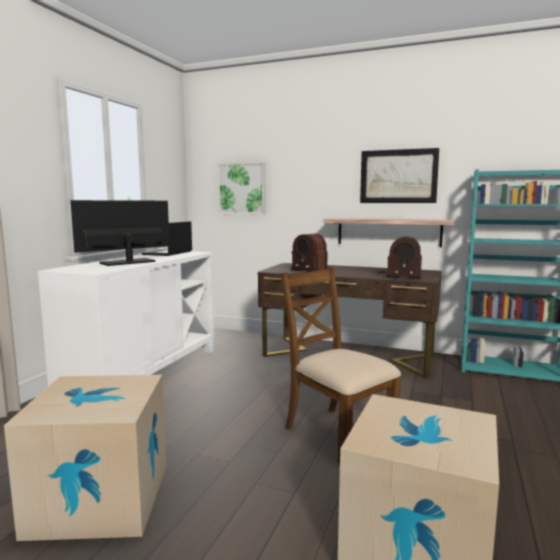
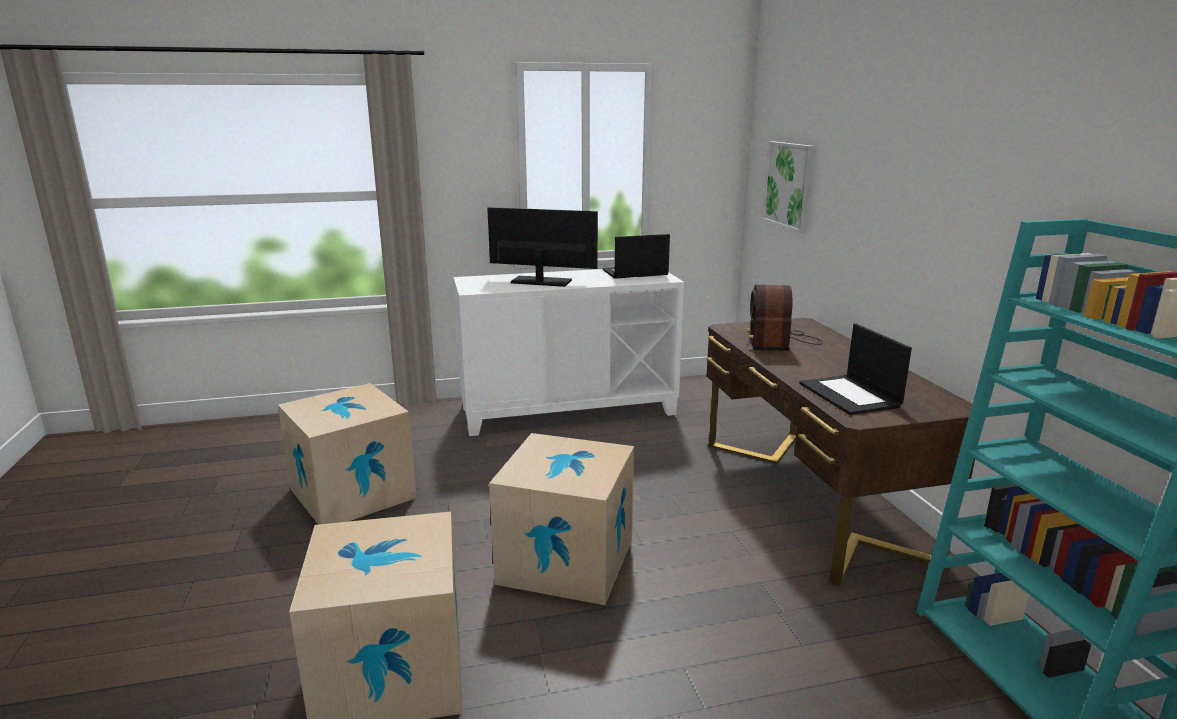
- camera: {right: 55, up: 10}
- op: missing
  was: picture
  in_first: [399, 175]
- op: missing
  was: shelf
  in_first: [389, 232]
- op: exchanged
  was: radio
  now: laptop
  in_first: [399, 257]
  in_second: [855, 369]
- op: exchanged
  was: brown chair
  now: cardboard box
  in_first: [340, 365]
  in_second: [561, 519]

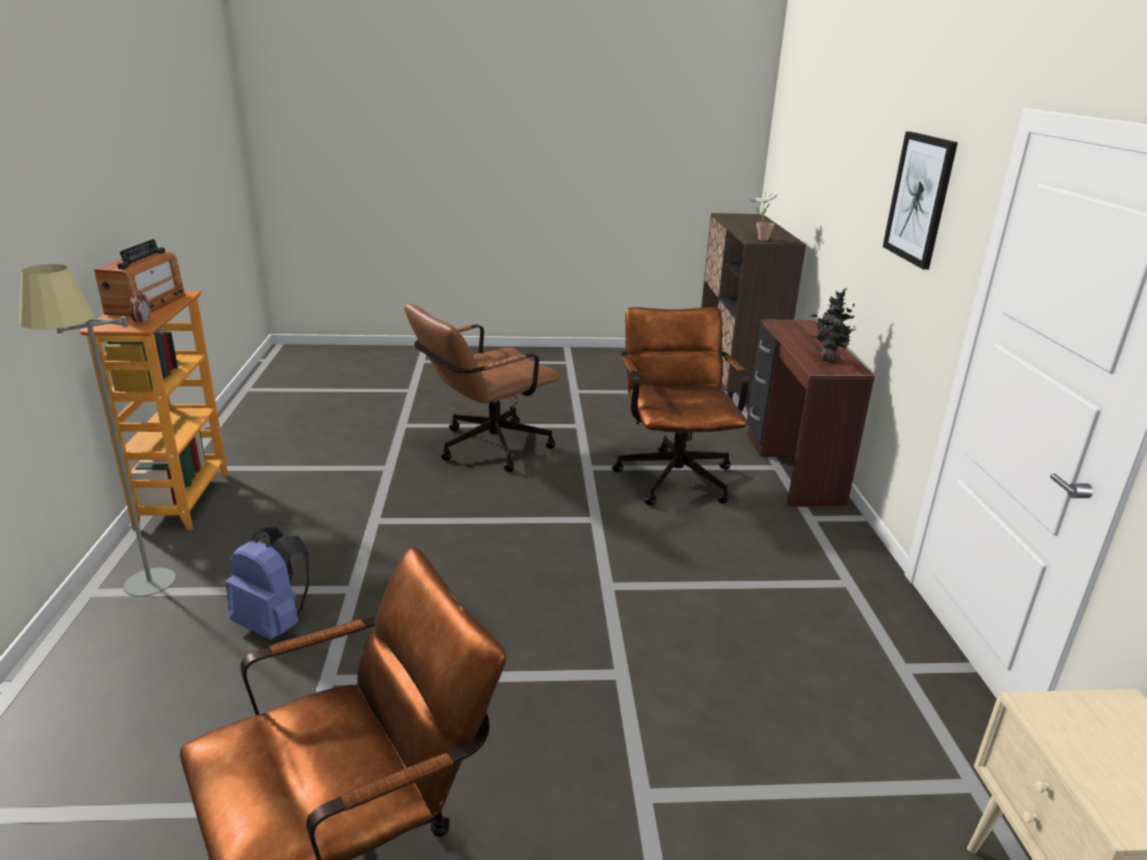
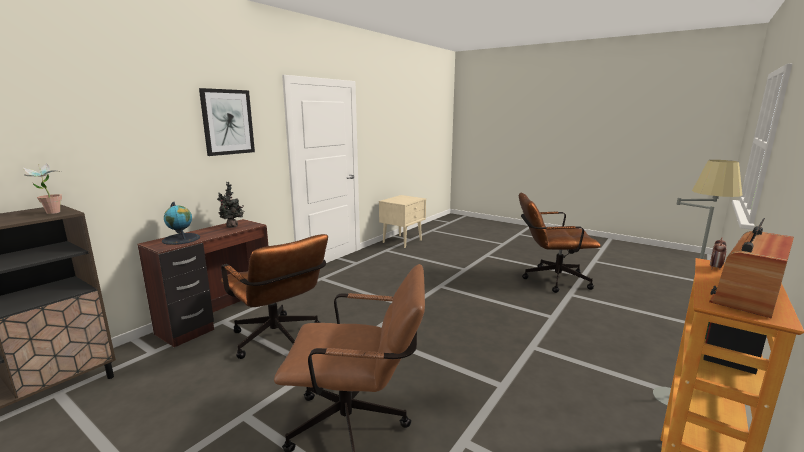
- camera: {right: -140, up: -10}
- op: spun
  was: brown office chair
  in_first: [680, 406]
  in_second: [274, 296]
  clockwise: -75
- op: missing
  was: blue backpack
  in_first: [267, 583]
- op: appeared
  now: globe
  in_second: [181, 223]

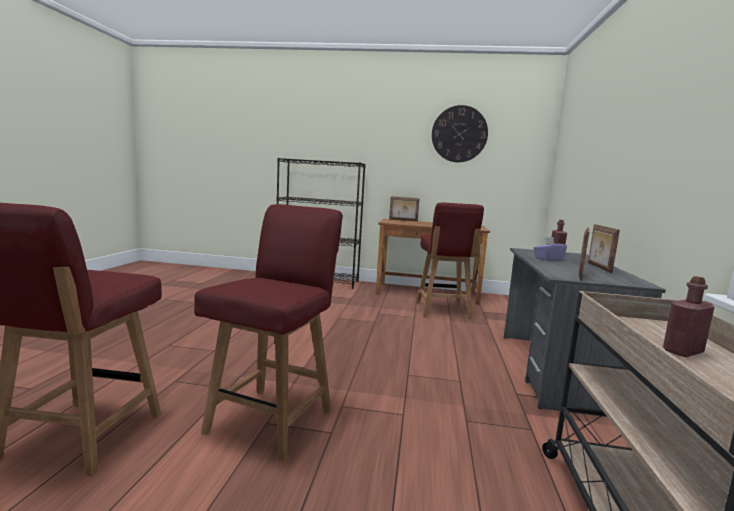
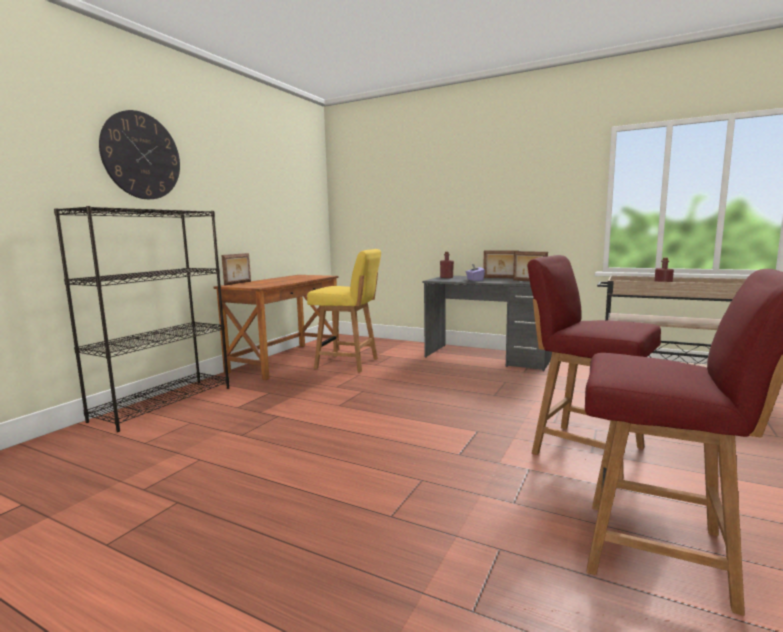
- camera: {right: -70, up: 0}
- op: relocated
  was: wall clock
  in_first: [460, 133]
  in_second: [139, 154]
- op: colour
  was: red chair
  now: yellow chair
  in_first: [450, 261]
  in_second: [344, 310]

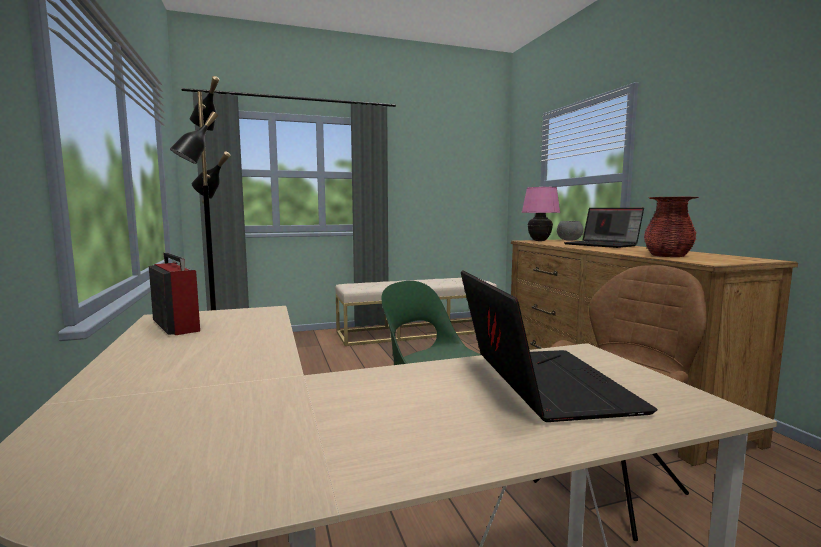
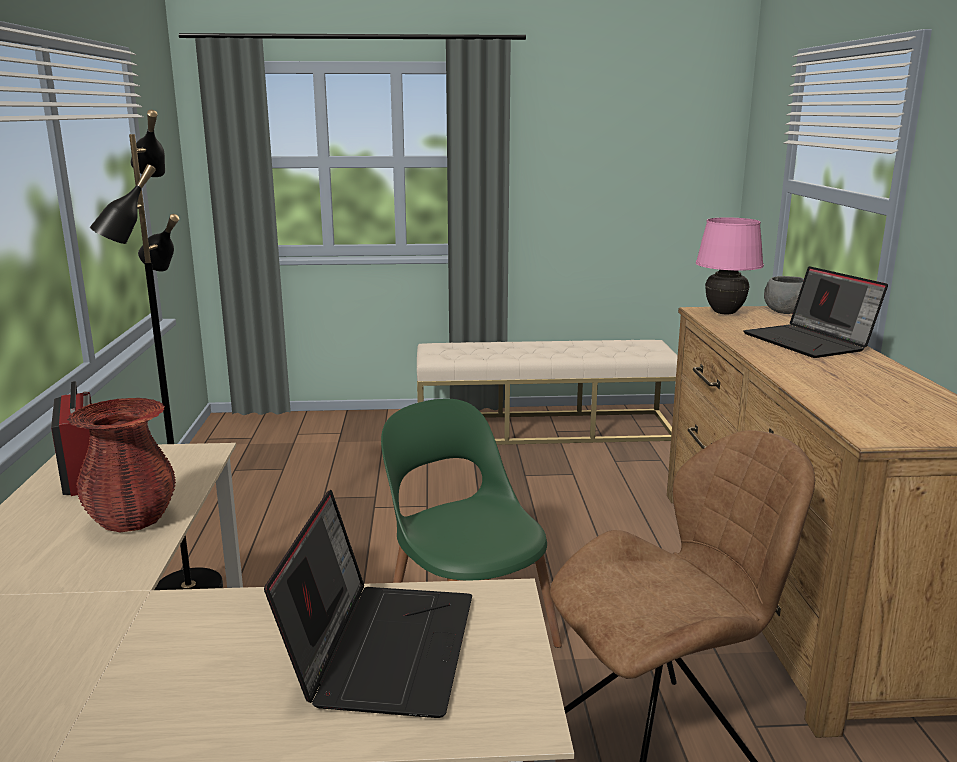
- camera: {right: 15, up: 10}
- op: relocated
  was: red vase
  in_first: [671, 227]
  in_second: [121, 465]

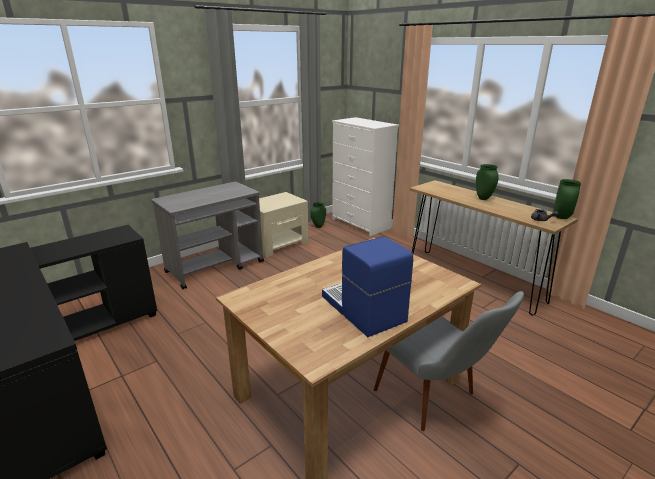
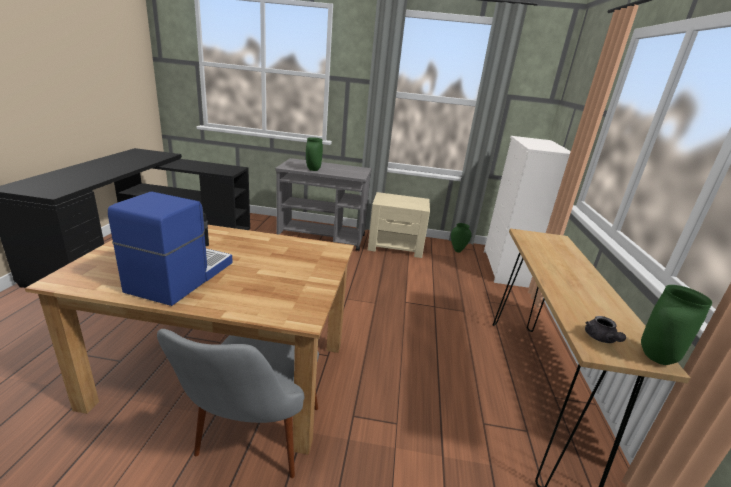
- camera: {right: 45, up: 0}
- op: relocated
  was: green vase
  in_first: [487, 182]
  in_second: [314, 154]

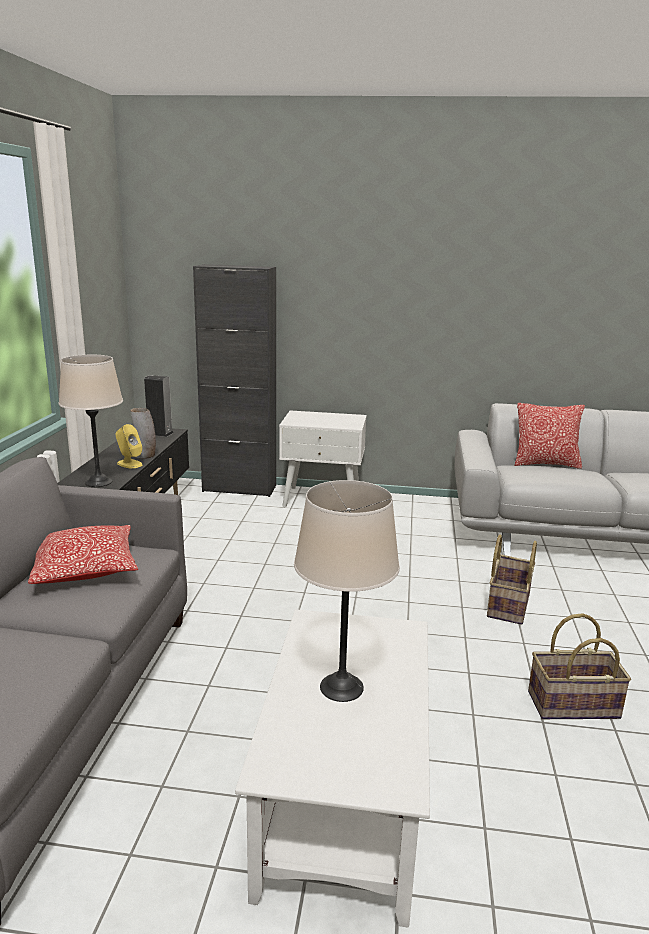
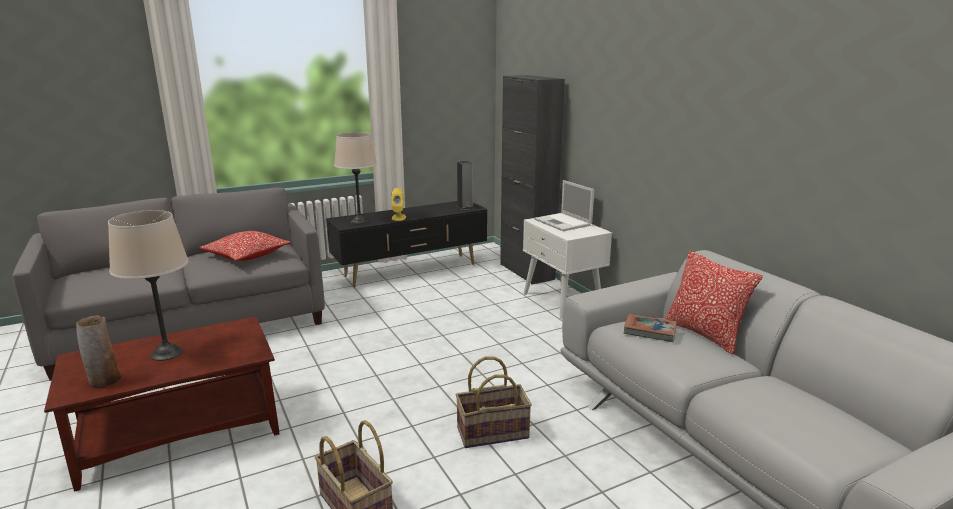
- camera: {right: 55, up: 0}
- op: relocated
  was: vase
  in_first: [143, 433]
  in_second: [98, 351]
- op: colour
  was: white coffee table
  now: brown coffee table
  in_first: [332, 768]
  in_second: [162, 404]
- op: appeared
  now: laptop
  in_second: [564, 205]
- op: appeared
  now: book
  in_second: [650, 328]

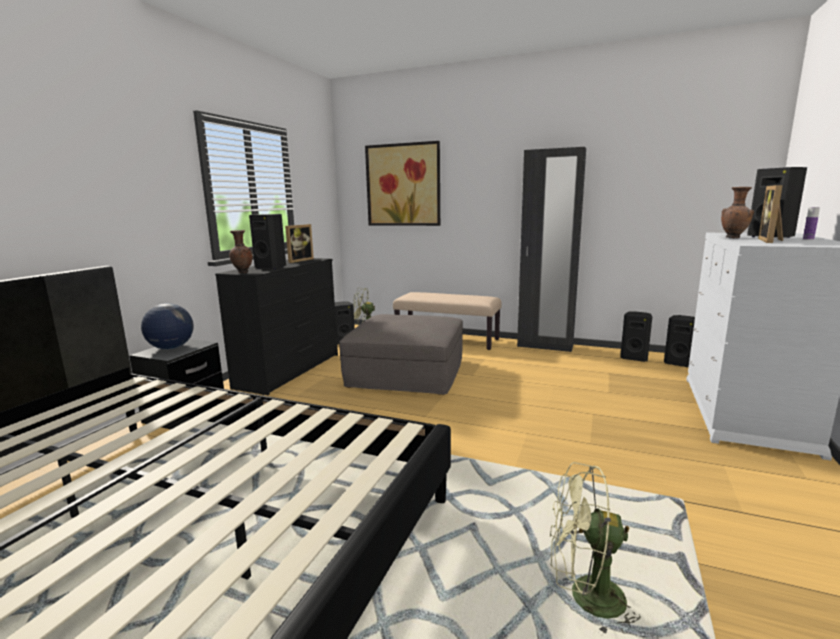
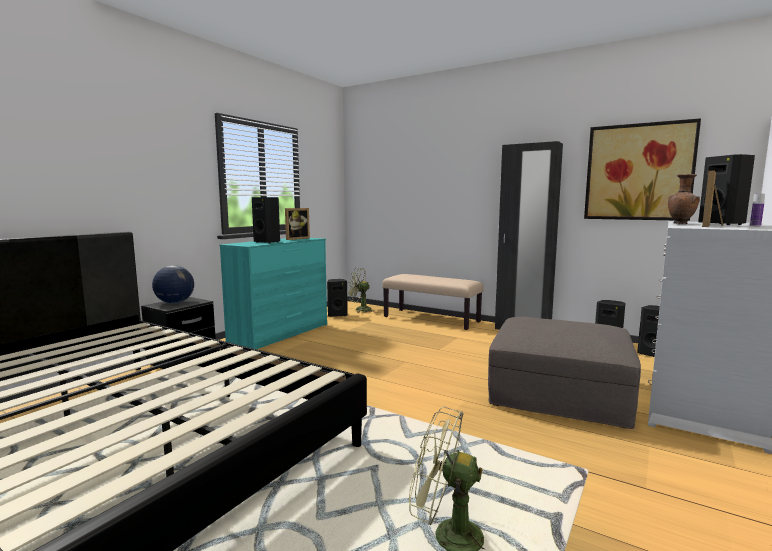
- camera: {right: 10, up: -5}
- op: relocated
  was: picture
  in_first: [402, 183]
  in_second: [642, 169]
- op: missing
  was: brown vase
  in_first: [241, 251]
- op: colour
  was: black dresser
  now: turquoise dresser
  in_first: [276, 326]
  in_second: [273, 293]
- op: relocated
  was: grey ottoman
  in_first: [401, 354]
  in_second: [564, 373]

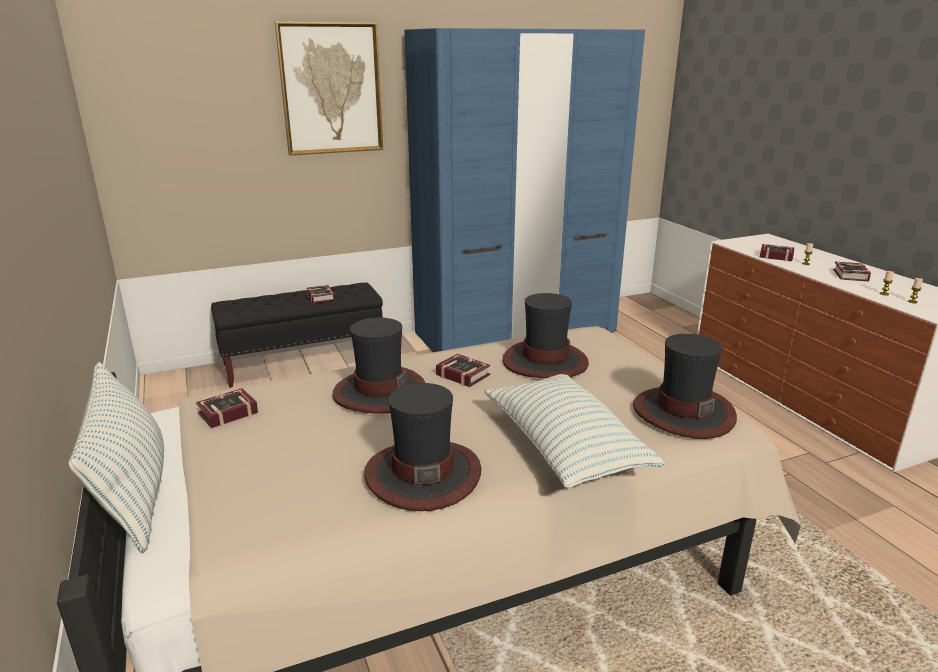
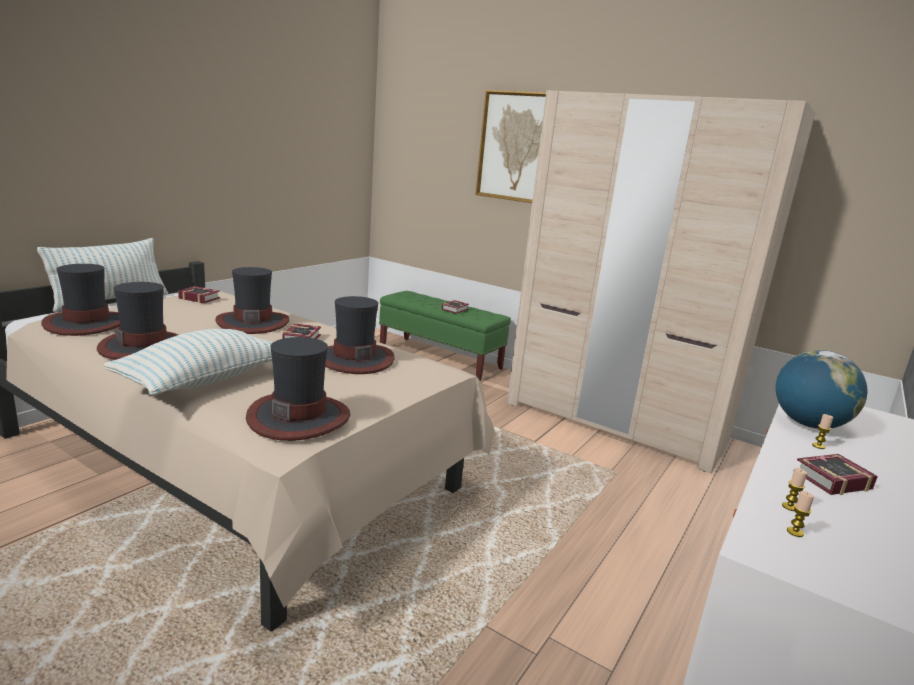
- camera: {right: 55, up: -5}
- op: colour
  was: blue wardrobe
  now: beige wardrobe
  in_first: [524, 190]
  in_second: [661, 281]
- op: exchanged
  was: book
  now: globe
  in_first: [776, 252]
  in_second: [821, 389]
- op: colour
  was: black bench
  now: green bench
  in_first: [297, 335]
  in_second: [445, 336]
- op: appeared
  now: hat
  in_second: [81, 300]

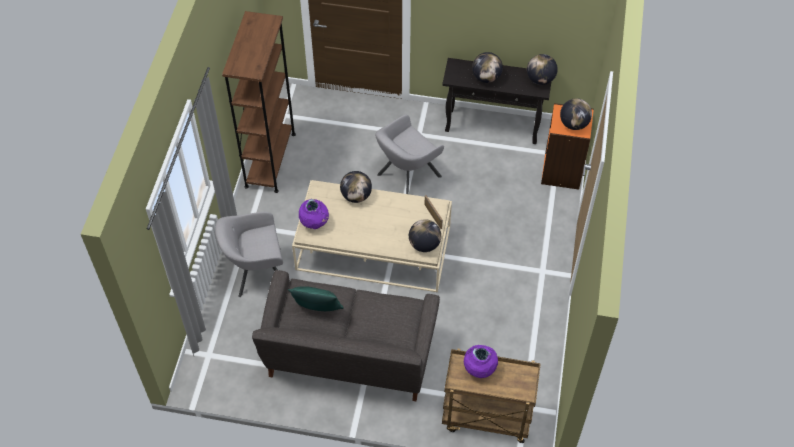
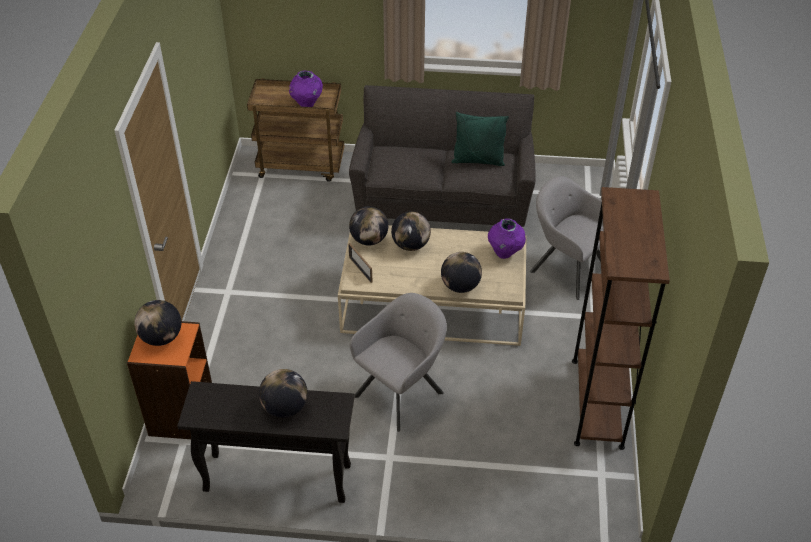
- camera: {right: 175, up: -10}
- op: relocated
  was: globe
  in_first: [542, 69]
  in_second: [411, 231]
- op: spun
  was: grey armchair
  in_first: [249, 254]
  in_second: [567, 238]
  clockwise: -120

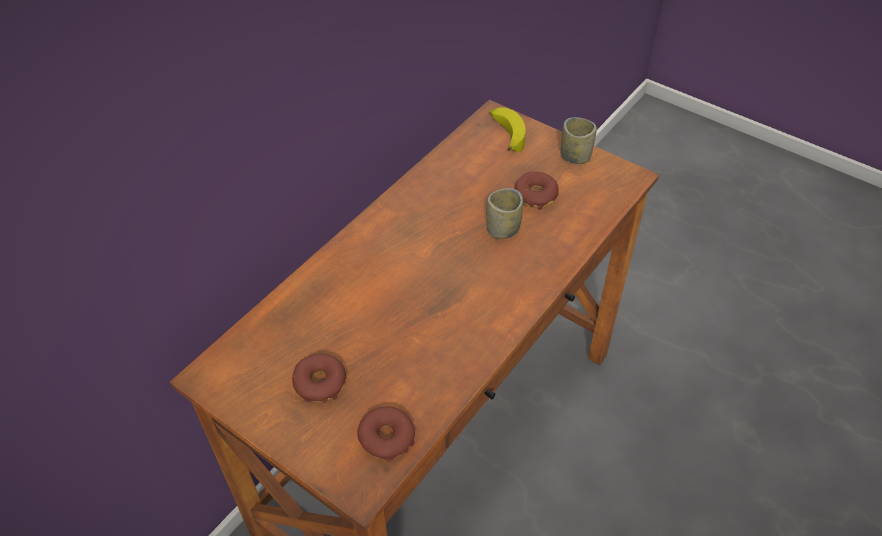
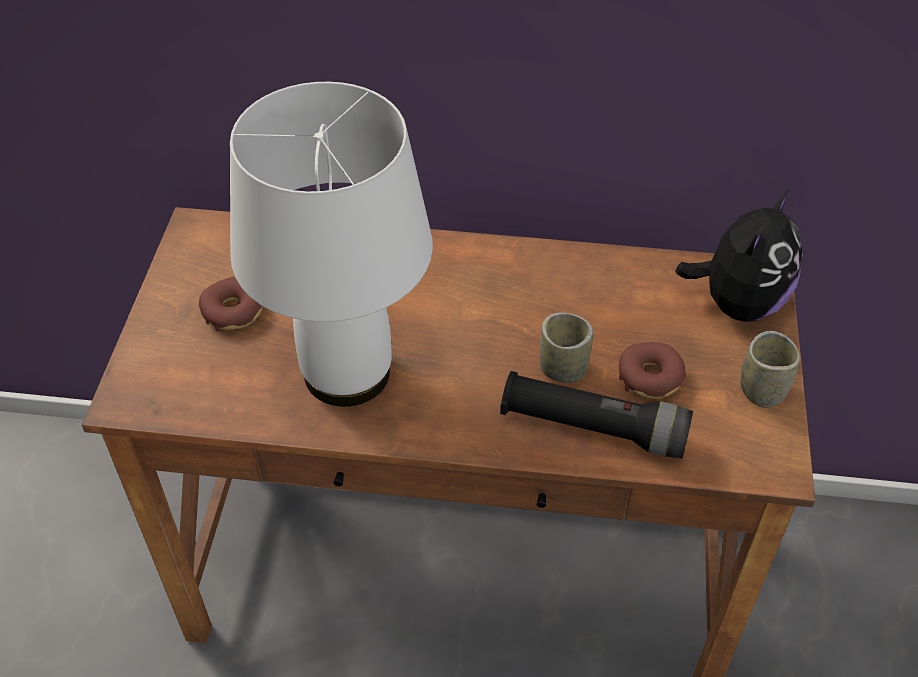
- camera: {right: 60, up: 0}
- op: exchanged
  was: banana
  now: plush toy
  in_first: [507, 129]
  in_second: [739, 255]
- op: missing
  was: donut
  in_first: [386, 434]
- op: appeared
  now: white table lamp
  in_second: [331, 244]
- op: appeared
  now: black flashlight
  in_second: [596, 414]

